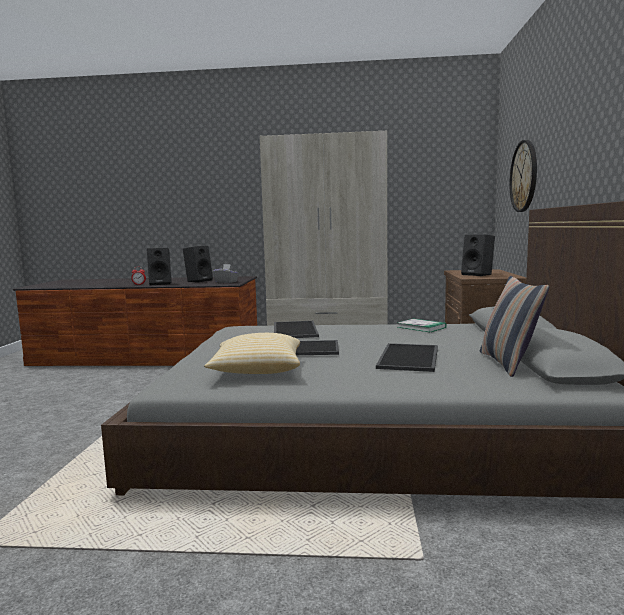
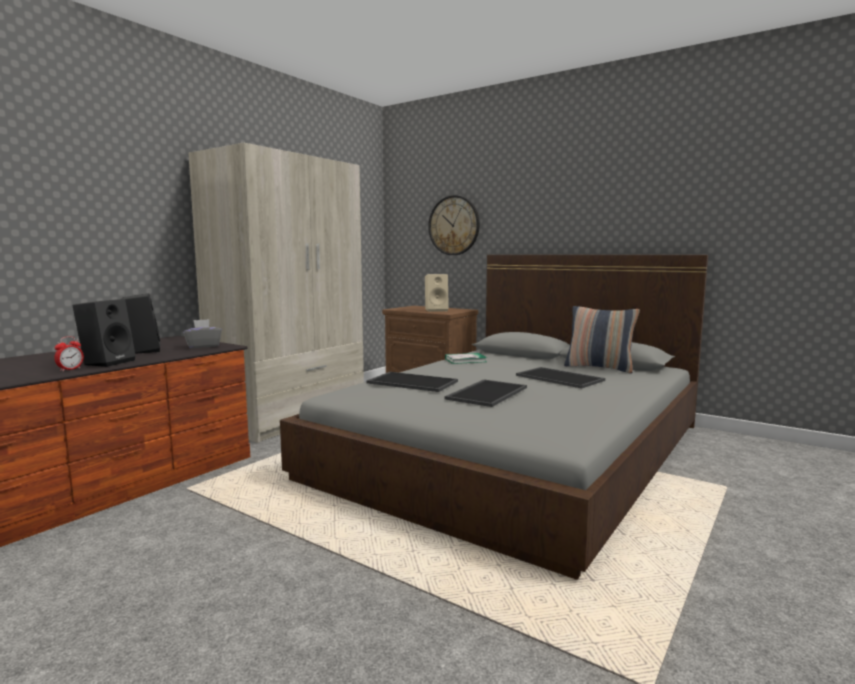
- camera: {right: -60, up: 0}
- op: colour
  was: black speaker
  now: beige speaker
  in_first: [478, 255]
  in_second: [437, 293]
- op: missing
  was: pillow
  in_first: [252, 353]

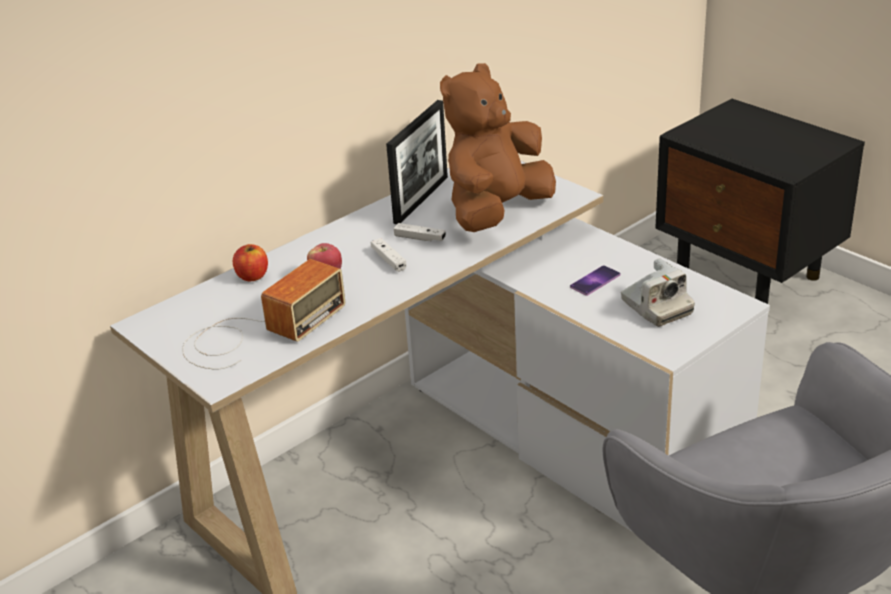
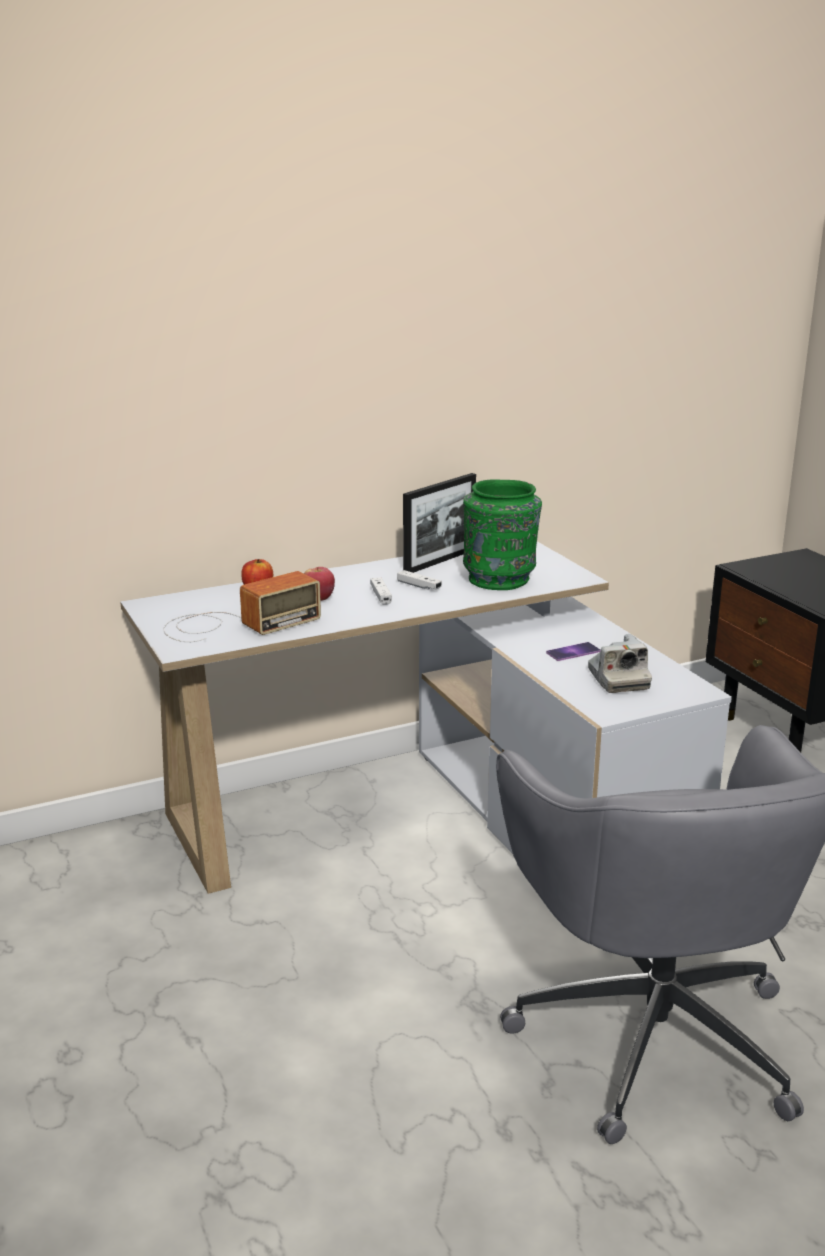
- camera: {right: 15, up: -10}
- op: exchanged
  was: brown plush toy
  now: green vase
  in_first: [498, 147]
  in_second: [502, 534]

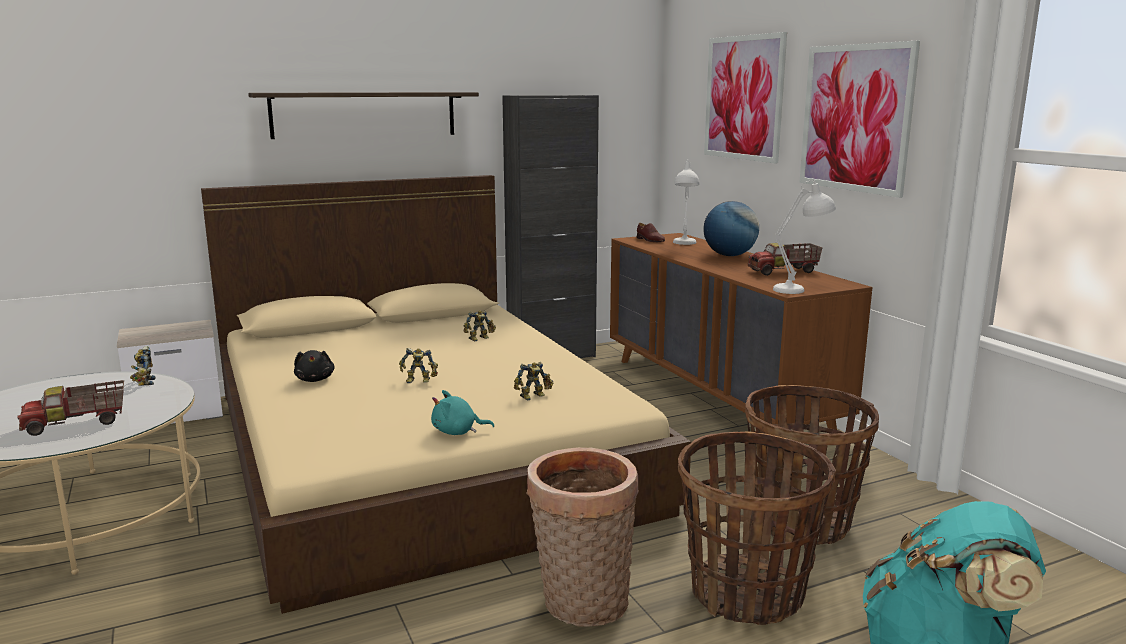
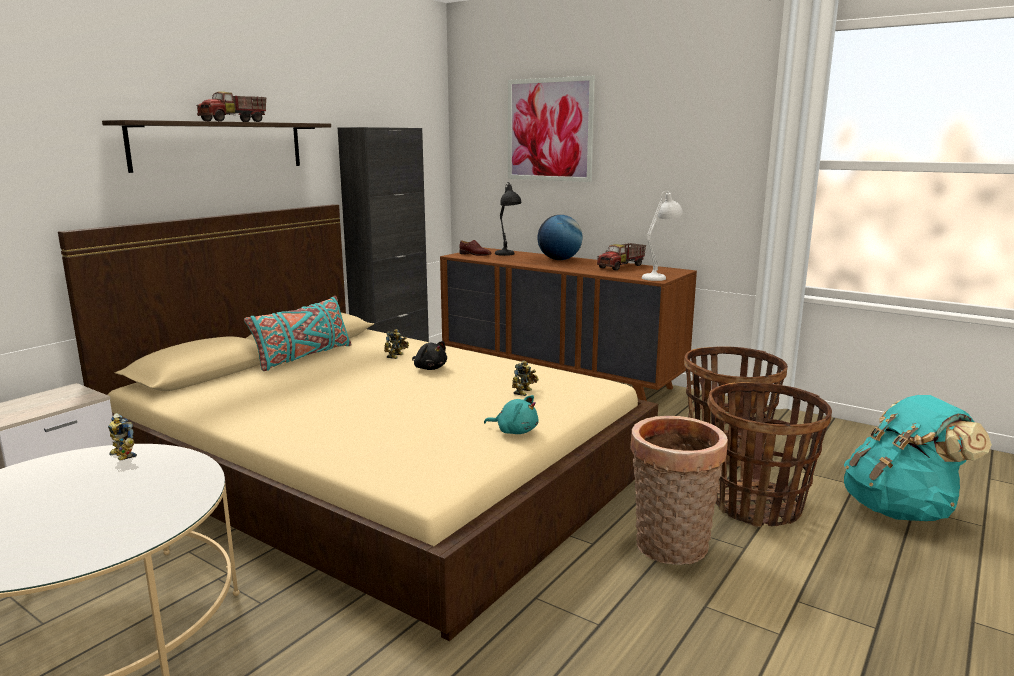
- camera: {right: -30, up: 0}
- op: missing
  was: picture
  in_first: [859, 119]
- op: colour
  was: white table lamp
  now: black table lamp
  in_first: [686, 202]
  in_second: [508, 219]
- op: missing
  was: toy robot
  in_first: [418, 365]
- op: relocated
  was: black plush toy
  in_first: [314, 366]
  in_second: [429, 355]
- op: relocated
  was: toy truck
  in_first: [71, 408]
  in_second: [232, 106]
- op: spun
  was: turquoise plush toy
  in_first: [462, 412]
  in_second: [511, 414]
  clockwise: -120
- op: appeared
  now: turquoise pillow
  in_second: [298, 333]

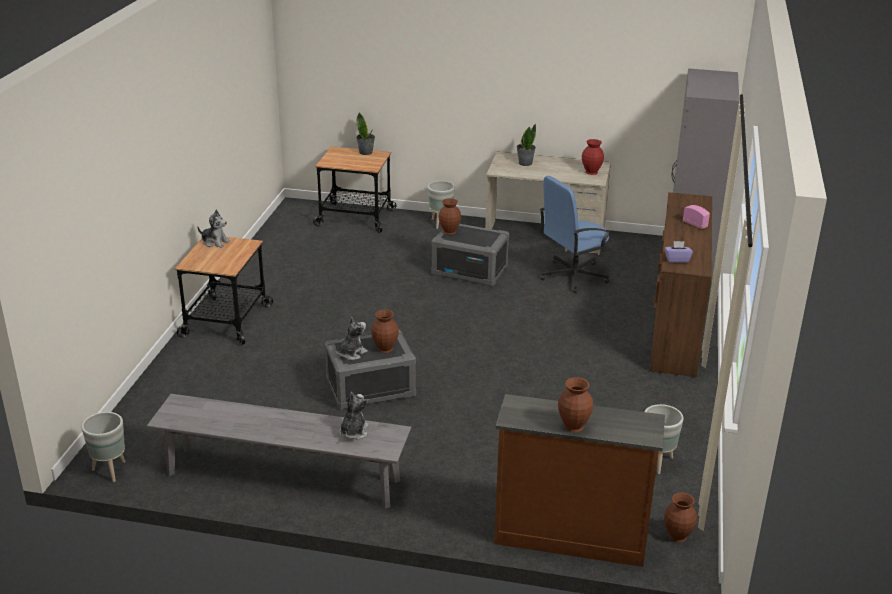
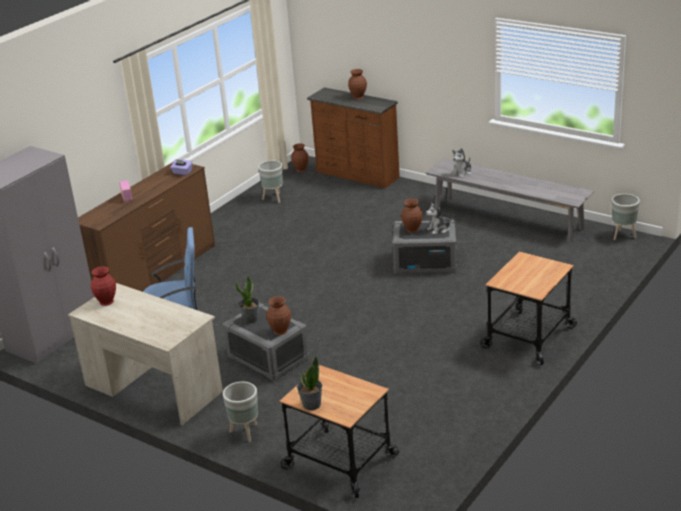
- camera: {right: -155, up: 0}
- op: relocated
  was: potted plant
  in_first: [526, 144]
  in_second: [247, 299]
- op: missing
  was: plush toy
  in_first: [214, 229]

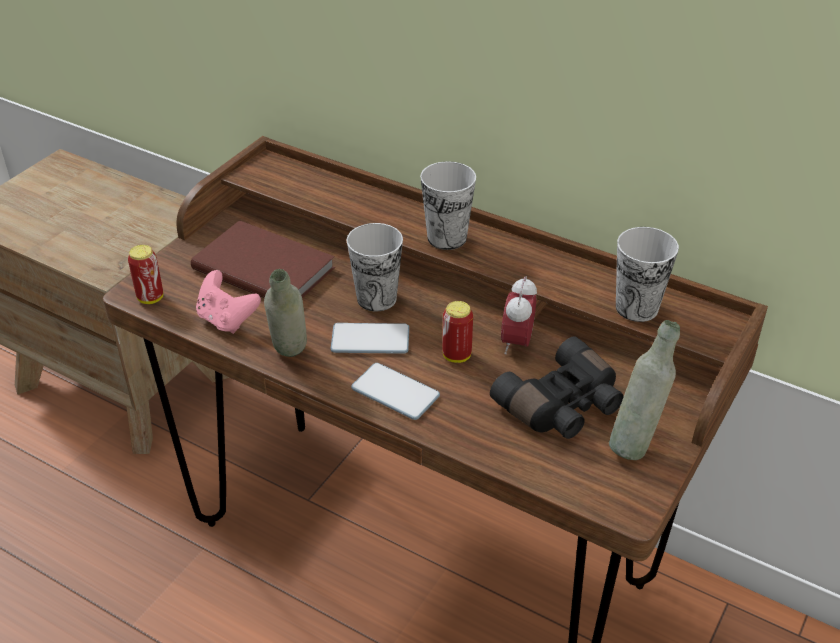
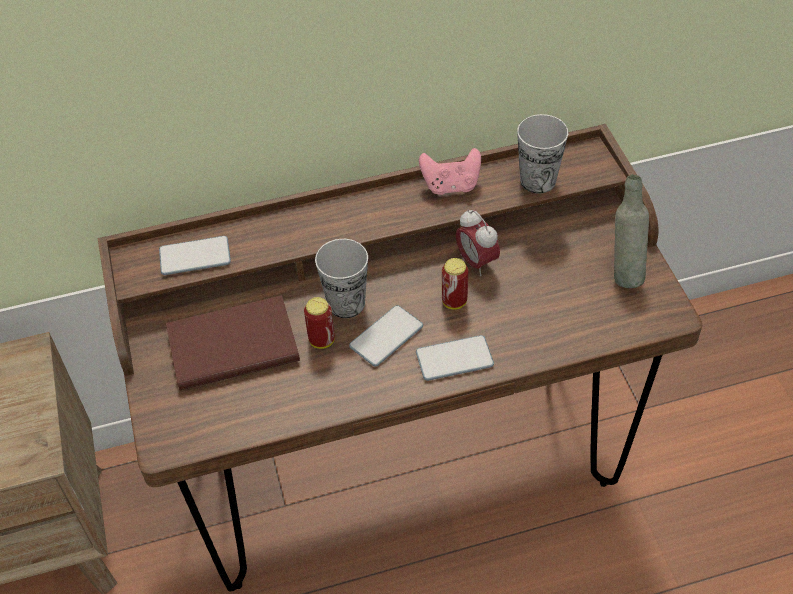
- camera: {right: -45, up: 10}
- op: missing
  was: cup
  in_first: [448, 205]
- op: relocated
  was: can
  in_first: [145, 274]
  in_second: [319, 323]
- op: missing
  was: grey bottle
  in_first: [285, 313]
- op: relocated
  was: pink game controller
  in_first: [228, 302]
  in_second: [450, 171]
- op: missing
  was: black binoculars
  in_first: [557, 387]
- op: appeared
  now: phone
  in_second: [195, 255]

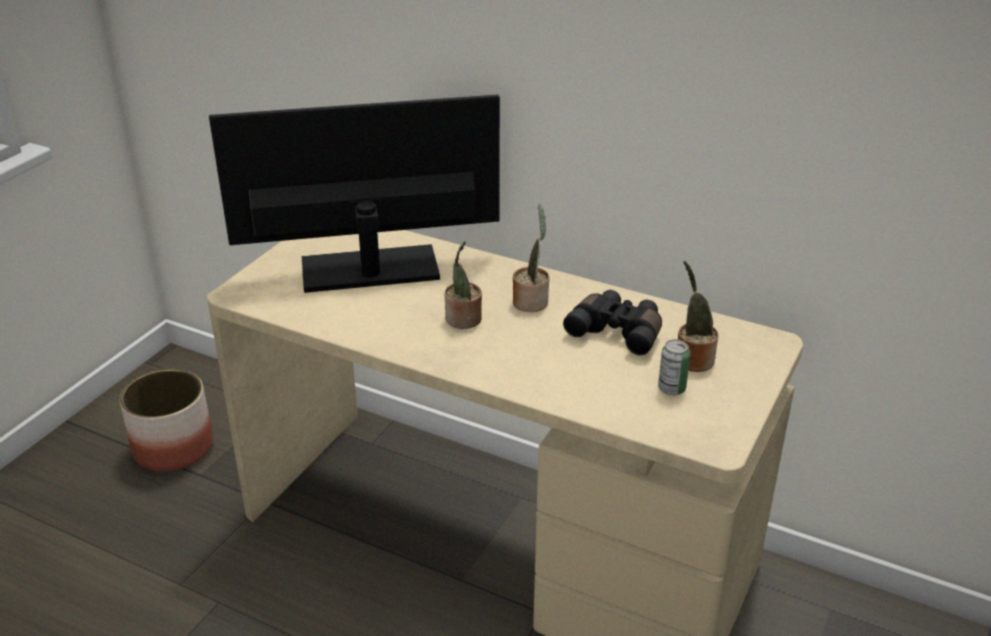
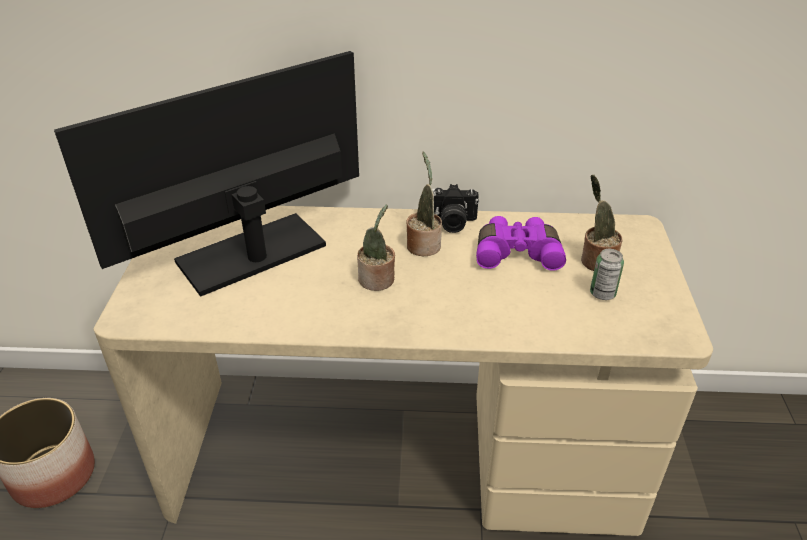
- camera: {right: -25, up: 5}
- op: colour
  was: black binoculars
  now: purple binoculars
  in_first: [612, 323]
  in_second: [521, 243]
- op: appeared
  now: photo camera
  in_second: [455, 208]

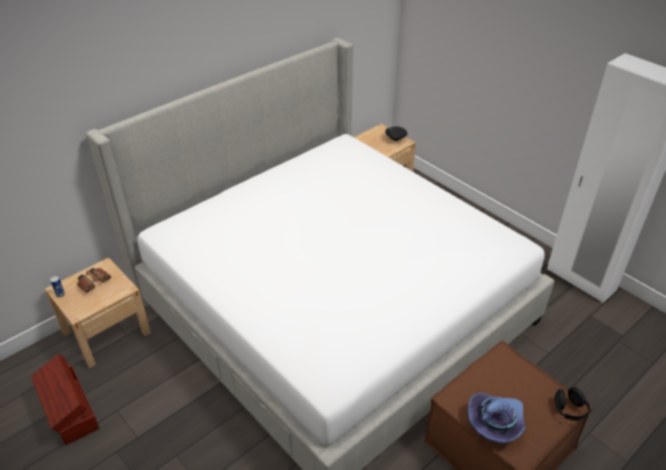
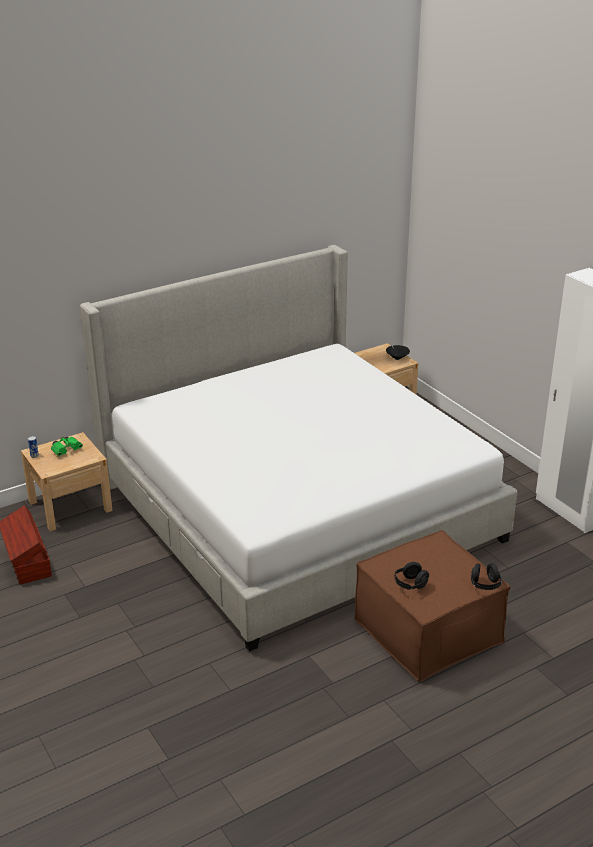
- camera: {right: 10, up: -10}
- op: colour
  was: brown binoculars
  now: green binoculars
  in_first: [94, 280]
  in_second: [67, 446]
- op: exchanged
  was: purple hat
  now: black headphones
  in_first: [497, 418]
  in_second: [411, 576]

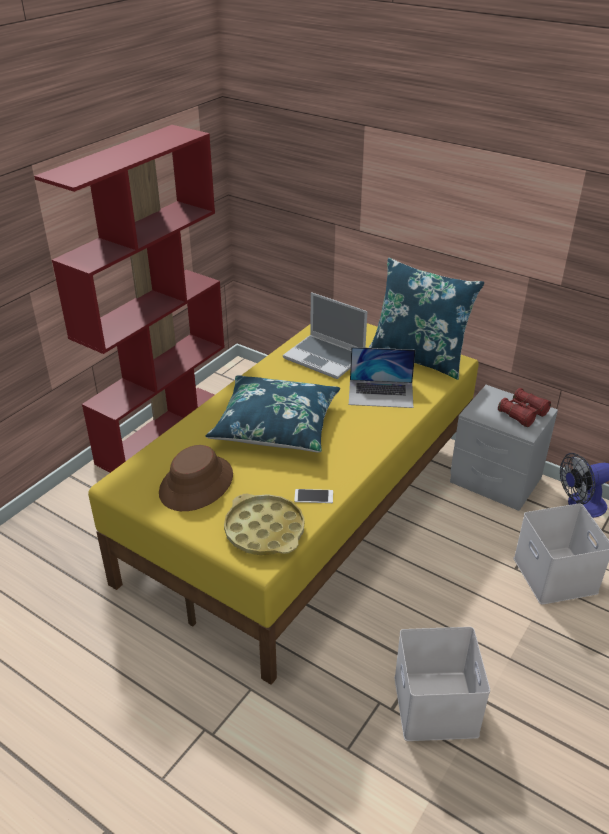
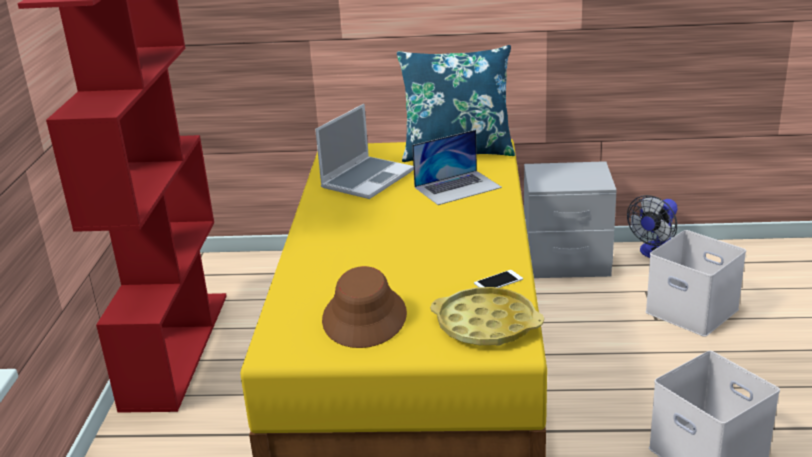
- camera: {right: -30, up: -10}
- op: spun
  was: laptop
  in_first: [325, 335]
  in_second: [364, 151]
  clockwise: -60
- op: missing
  was: blue pillow
  in_first: [272, 413]
- op: missing
  was: red binoculars
  in_first: [524, 407]

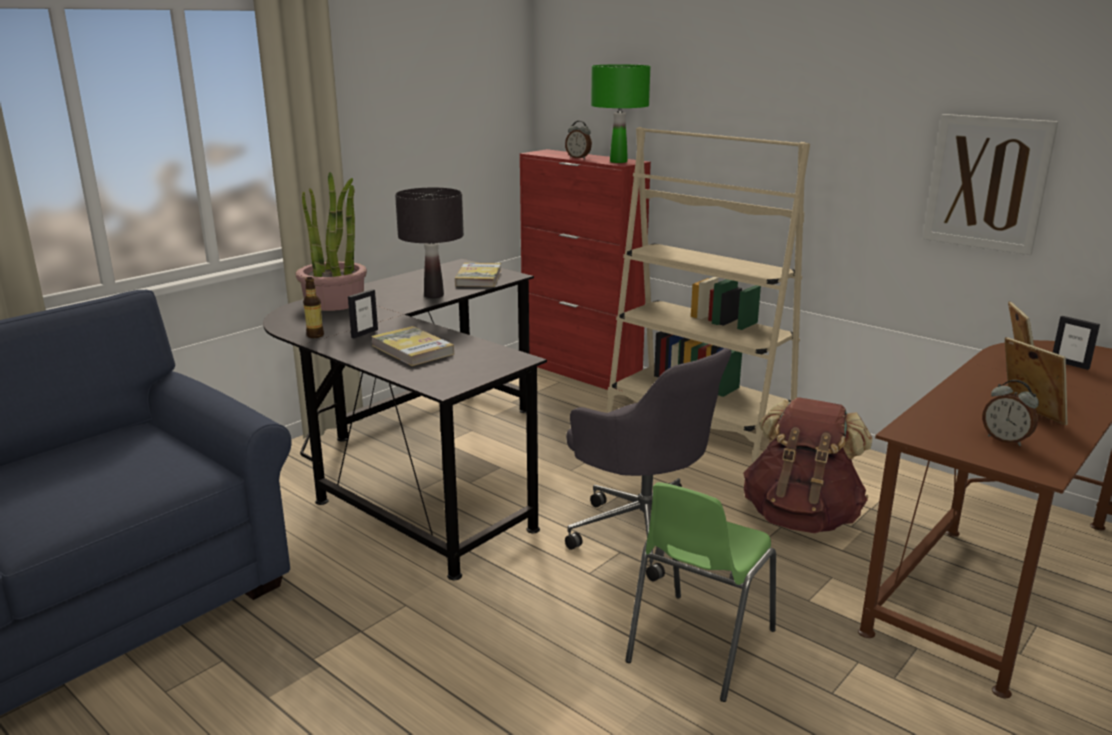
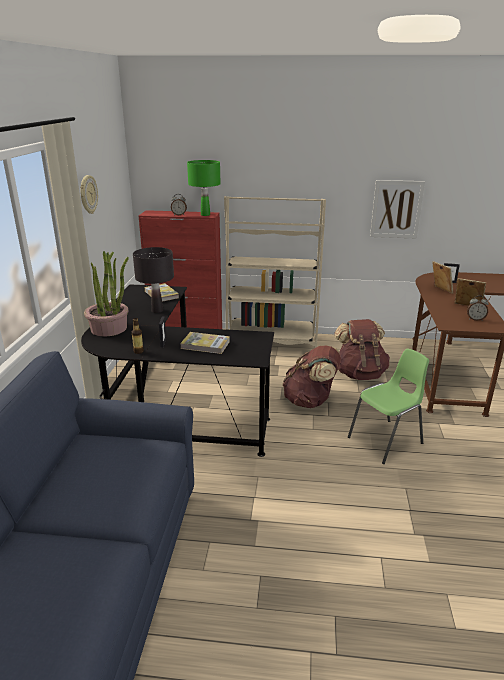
- camera: {right: -35, up: 5}
- op: exchanged
  was: grey office chair
  now: brown backpack
  in_first: [648, 465]
  in_second: [311, 376]
- op: spun
  was: green chair
  in_first: [700, 592]
  in_second: [388, 406]
  clockwise: -120
- op: appeared
  now: wall clock
  in_second: [89, 194]

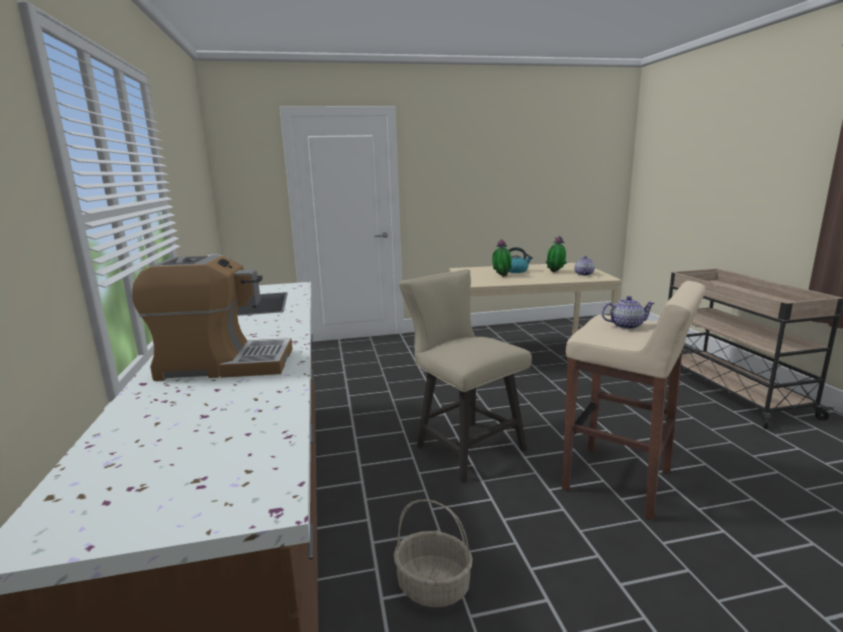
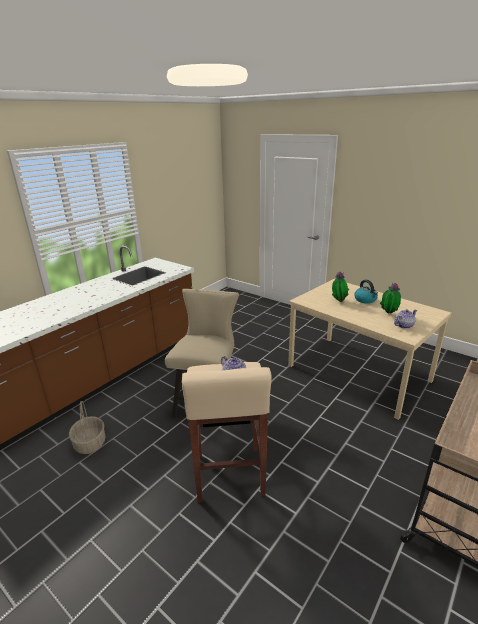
- camera: {right: 50, up: 10}
- op: missing
  was: coffee machine
  in_first: [212, 318]

